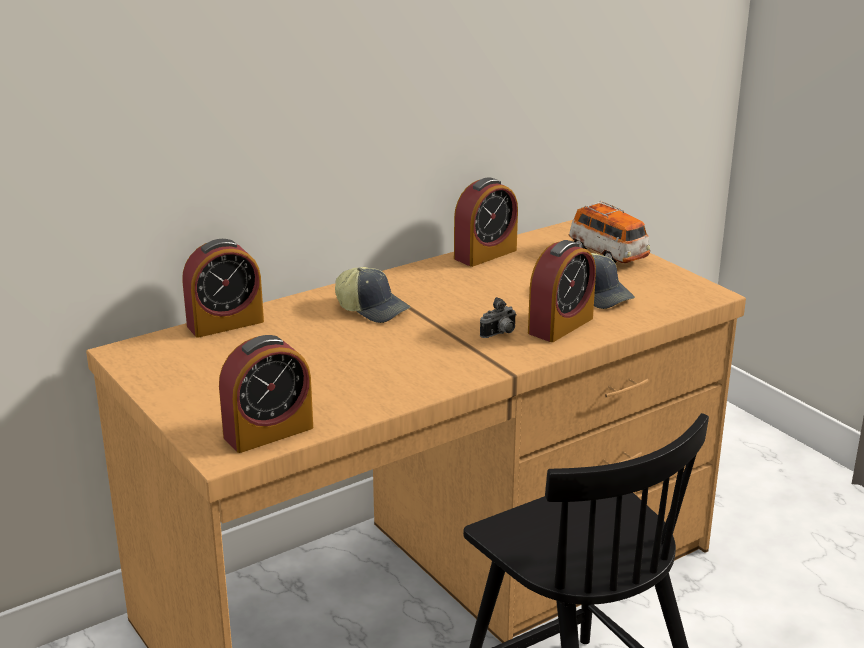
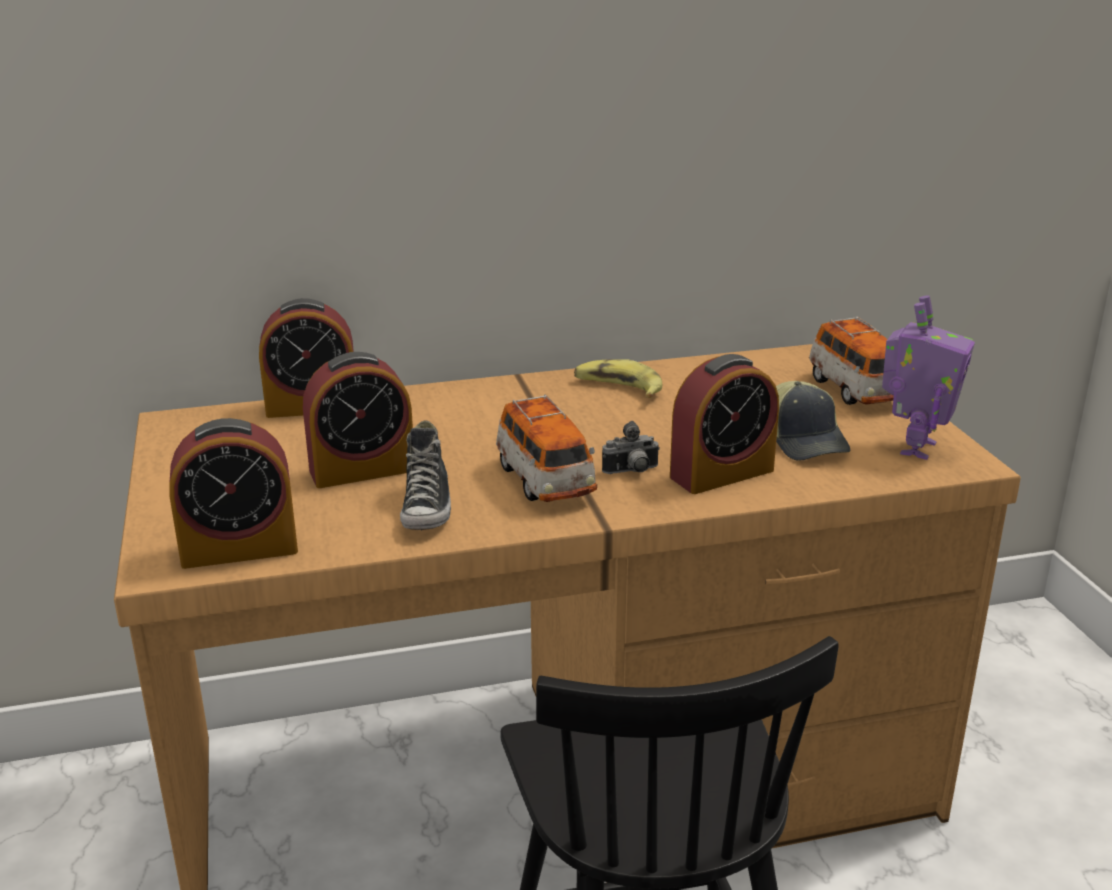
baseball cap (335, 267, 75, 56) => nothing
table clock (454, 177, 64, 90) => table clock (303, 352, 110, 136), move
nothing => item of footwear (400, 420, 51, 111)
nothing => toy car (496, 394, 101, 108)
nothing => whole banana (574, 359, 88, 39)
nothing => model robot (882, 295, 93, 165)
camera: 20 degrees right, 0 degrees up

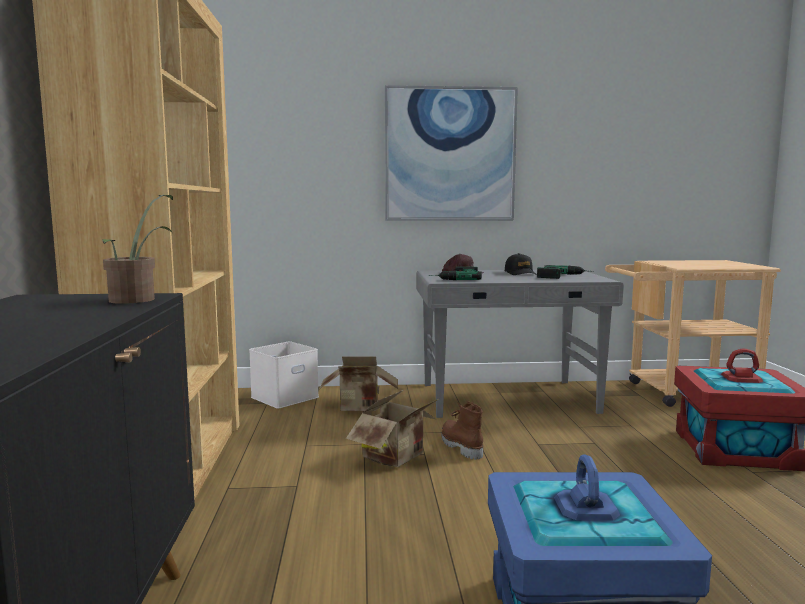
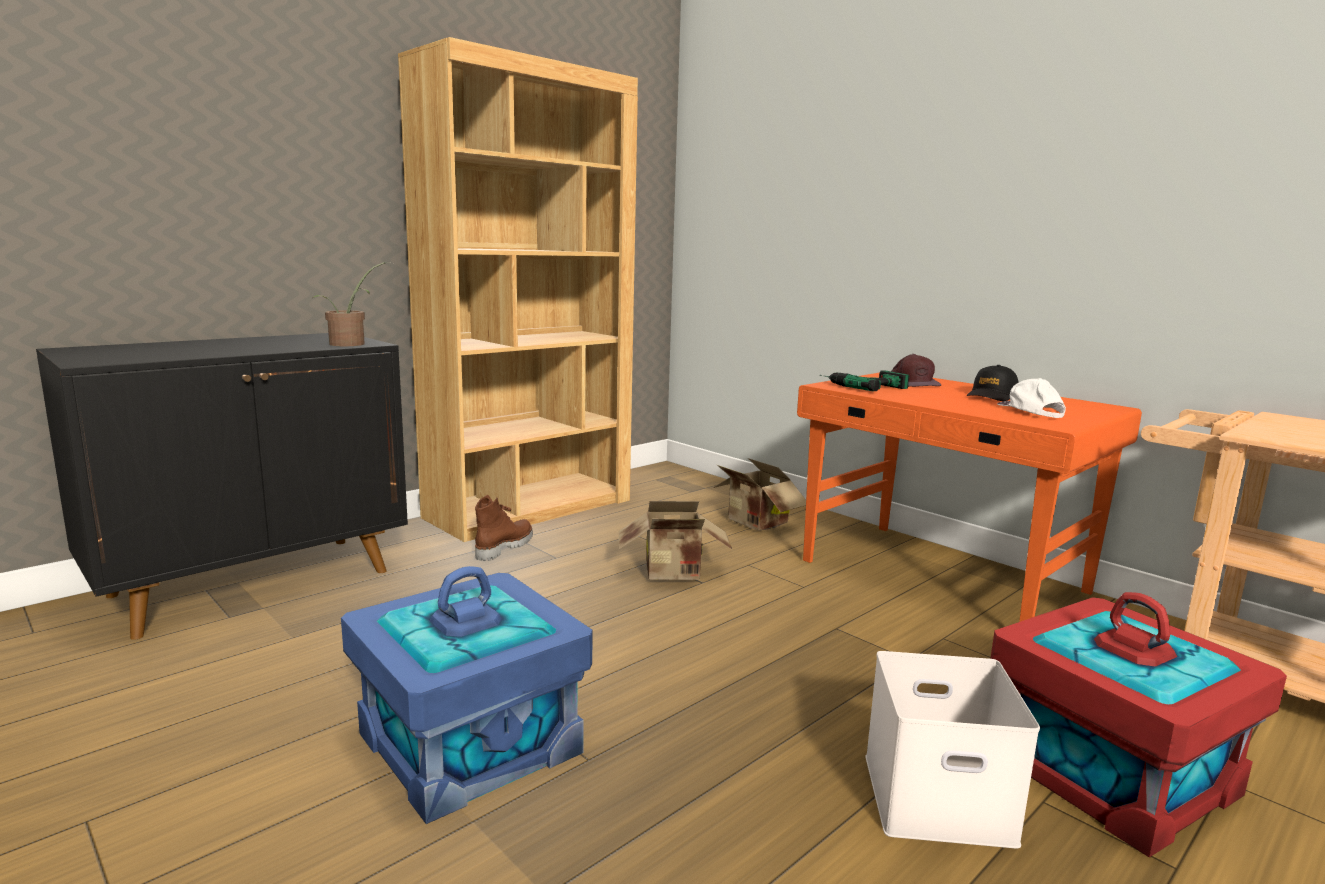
storage box (white) (249, 341, 70, 68) => storage box (white) (866, 651, 174, 197), move
wall picture (385, 85, 133, 136) => nothing
desk (greyish) (416, 270, 208, 148) => desk (orange-coloured) (797, 373, 345, 249)
tall boot (brownish) (441, 401, 42, 59) => tall boot (brownish) (475, 495, 58, 66), move
electric drill (537, 265, 57, 14) => baseball cap (white) (997, 378, 69, 40)
camera: 50 degrees right, 5 degrees up

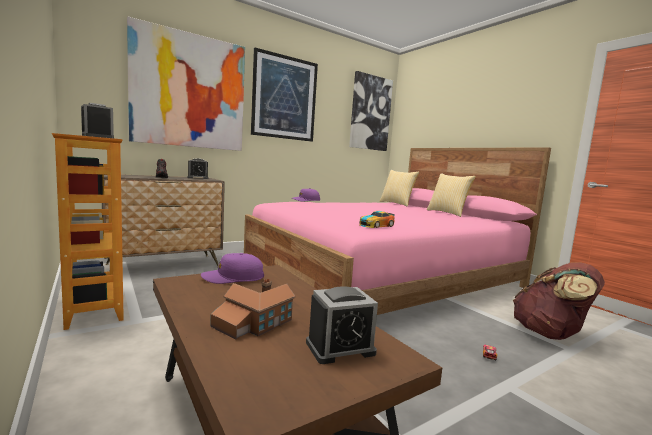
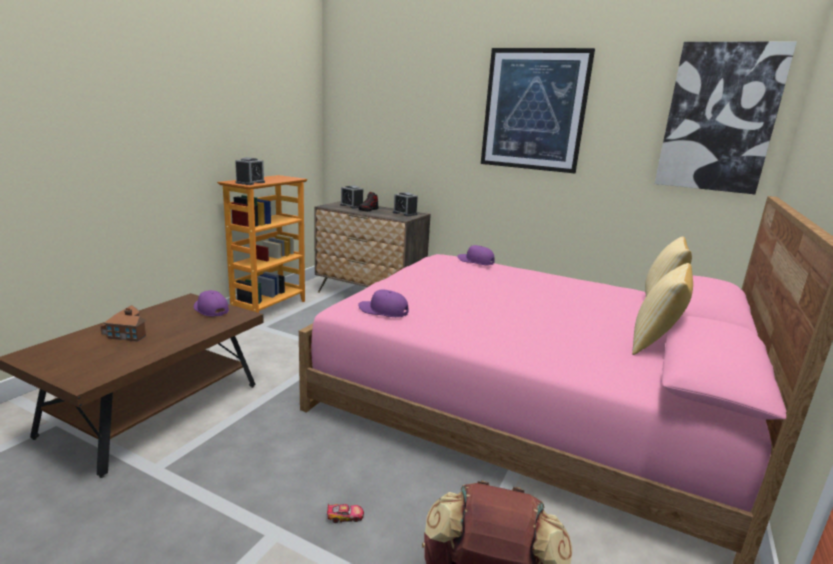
wall picture (127, 16, 118, 135) => nothing
table clock (306, 286, 72, 78) => table clock (340, 185, 23, 23), move
toy car (359, 211, 36, 17) => baseball cap (purple) (358, 289, 51, 28)
camera: 60 degrees right, 10 degrees up

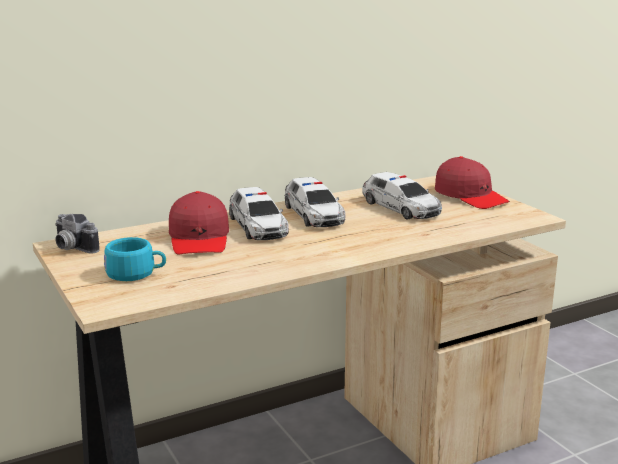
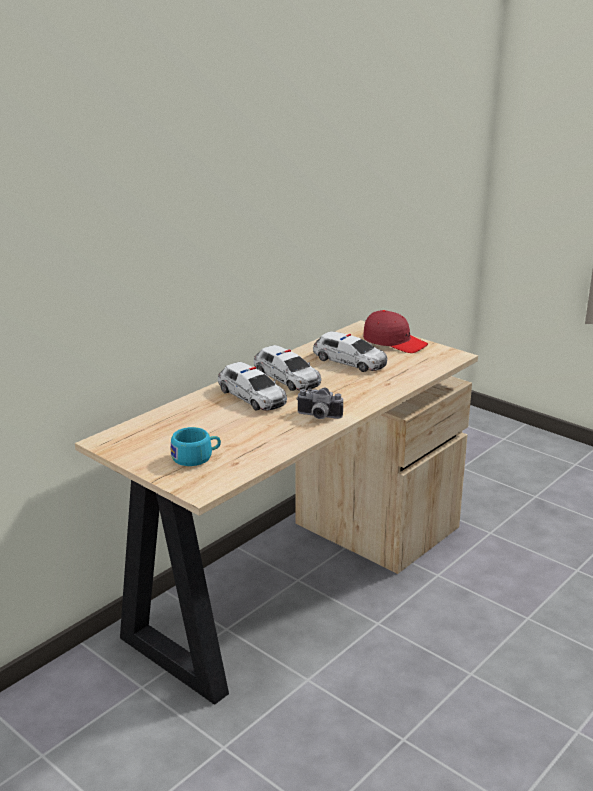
still camera (55, 214, 45, 40) => still camera (296, 387, 47, 32), move
baseball cap (red) (169, 191, 60, 64) => nothing
camera: 20 degrees left, 5 degrees up

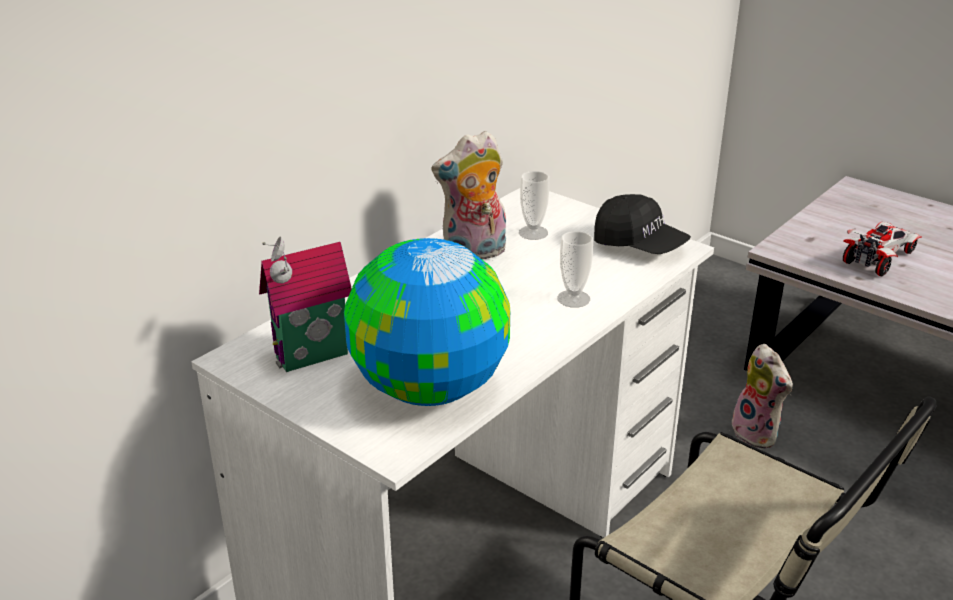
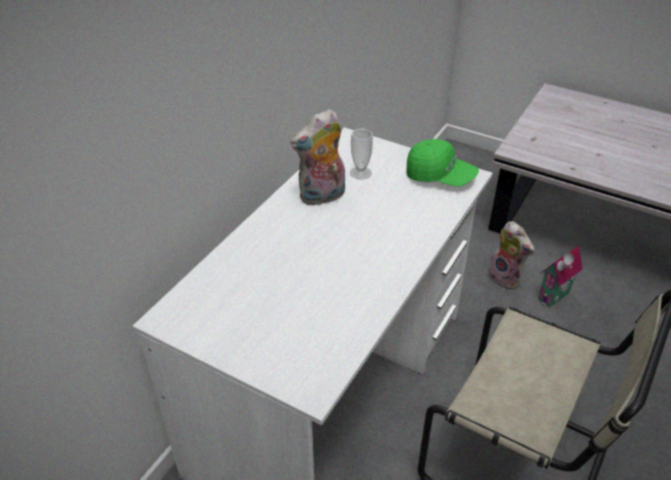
miniature house (259, 237, 93, 135) => miniature house (538, 246, 45, 61), move
globe (344, 238, 166, 168) => nothing
cup (557, 231, 36, 77) => nothing
baseball cap (blackish) (594, 194, 97, 60) => baseball cap (green-coloured) (406, 139, 73, 48)
toy car (843, 222, 78, 54) => nothing
camera: 10 degrees left, 10 degrees up

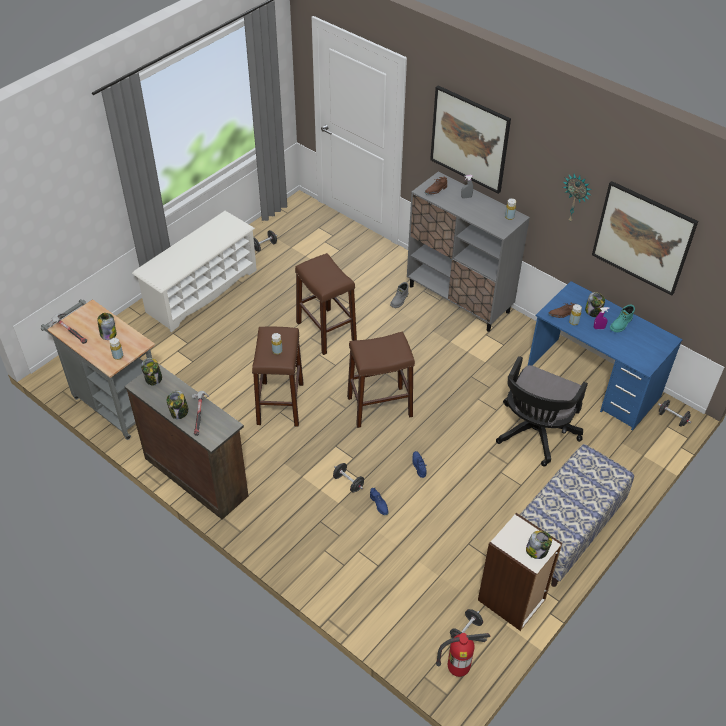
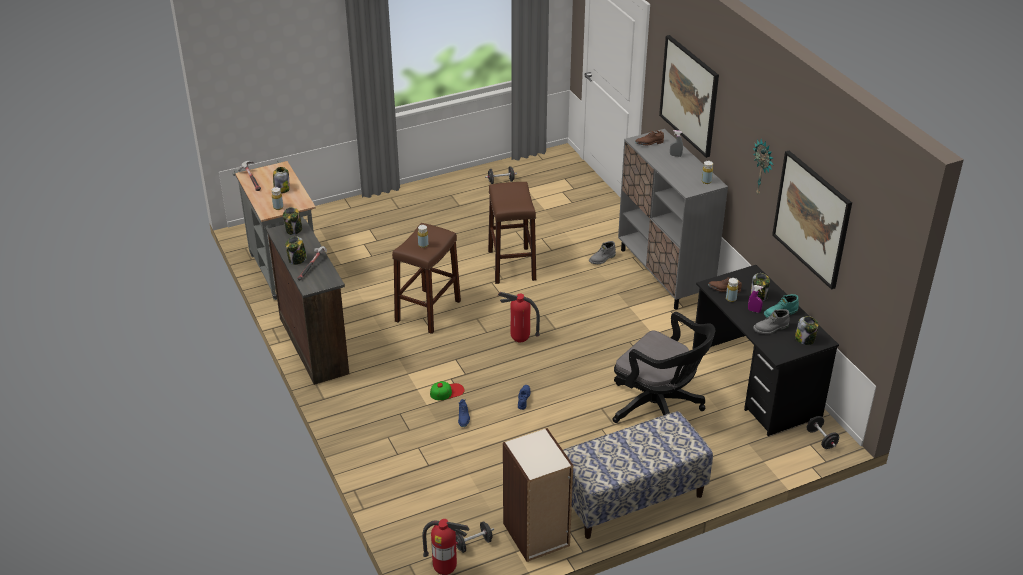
shoe shelf (white) (132, 211, 125, 121) => nothing
free weight (blackish) (333, 463, 31, 30) => baseball cap (430, 381, 35, 19)
sitting stool (brownish) (347, 331, 68, 97) => extinguisher (498, 292, 42, 50)
desk chair (blackish) (496, 356, 92, 111) => desk chair (blackish) (613, 312, 102, 111), 105 degrees counterclockwise
preserve jar (526, 531, 26, 28) => preserve jar (795, 316, 24, 29), move
desk (blue-coloured) (528, 281, 155, 150) => desk (blackish) (693, 265, 146, 171)
nothing => tall boot (greyish) (753, 309, 37, 25)
camera: 25 degrees right, 10 degrees down

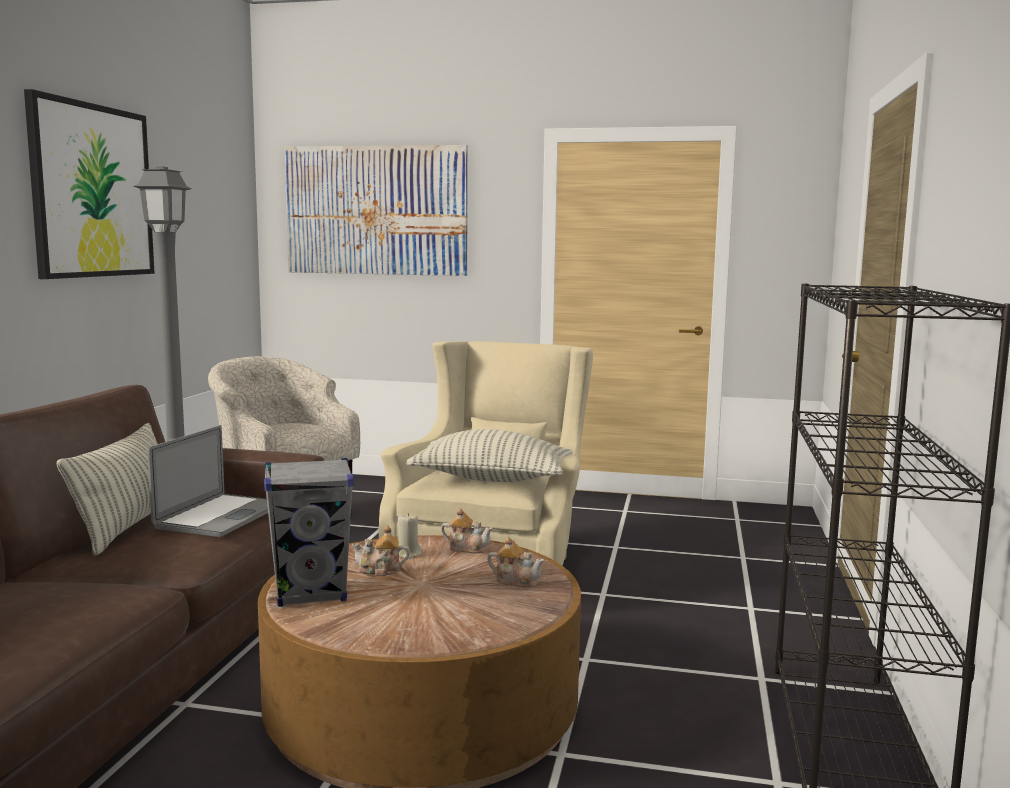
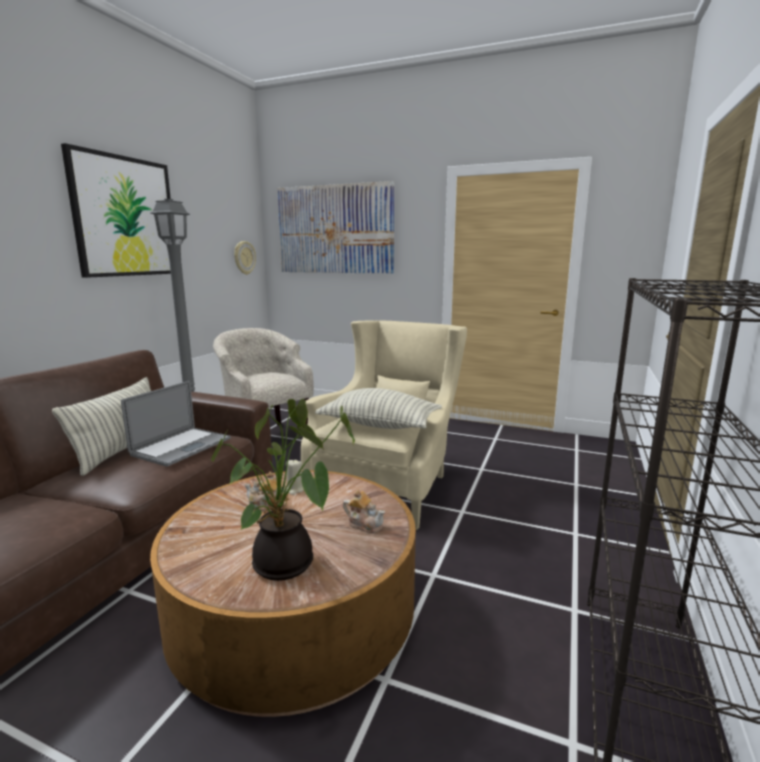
loudspeaker (greyish) (264, 458, 90, 149) => nothing
teapot (441, 508, 52, 46) => nothing
nothing => plant in a pot (211, 399, 144, 182)
nothing => wall clock (234, 241, 22, 34)
camera: 10 degrees right, 5 degrees up

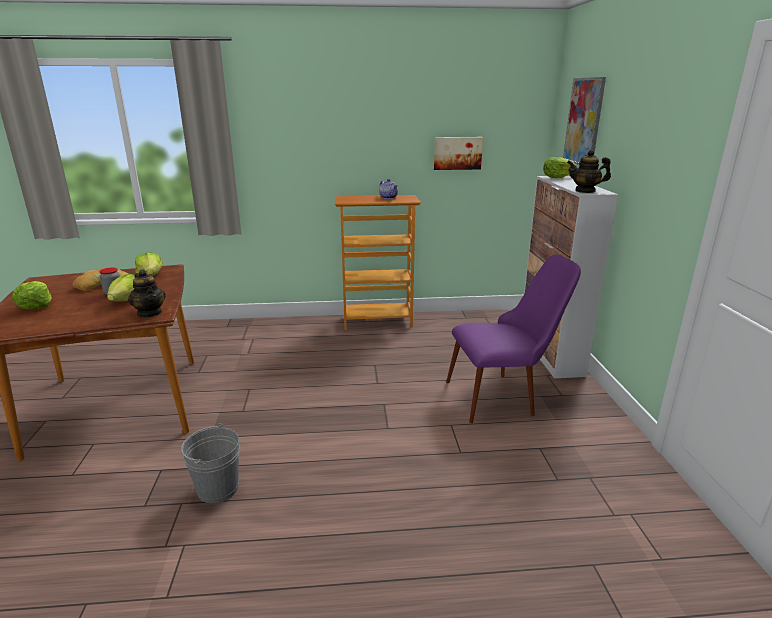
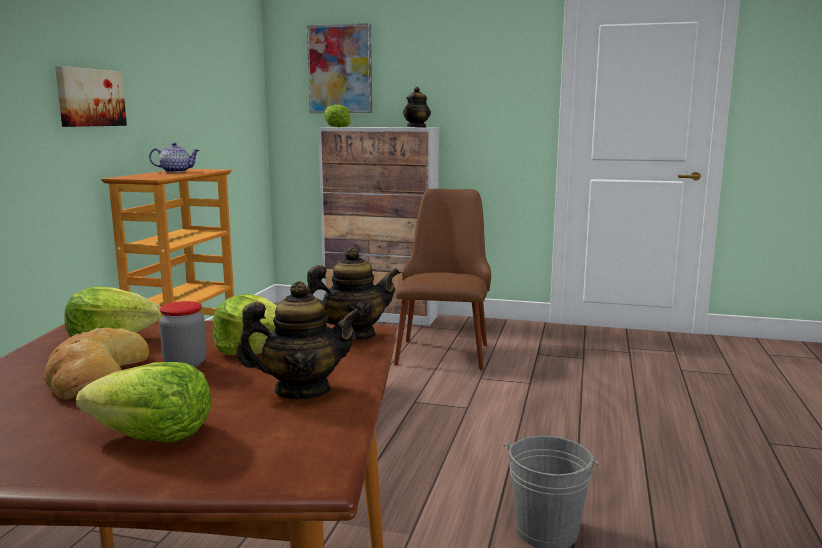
wall picture (434, 137, 49, 33) => wall picture (55, 66, 72, 61), move
upright chair (purple) (446, 255, 135, 168) => upright chair (brownish) (394, 189, 97, 181)
nothing => teapot (236, 281, 126, 118)
camera: 70 degrees left, 10 degrees down

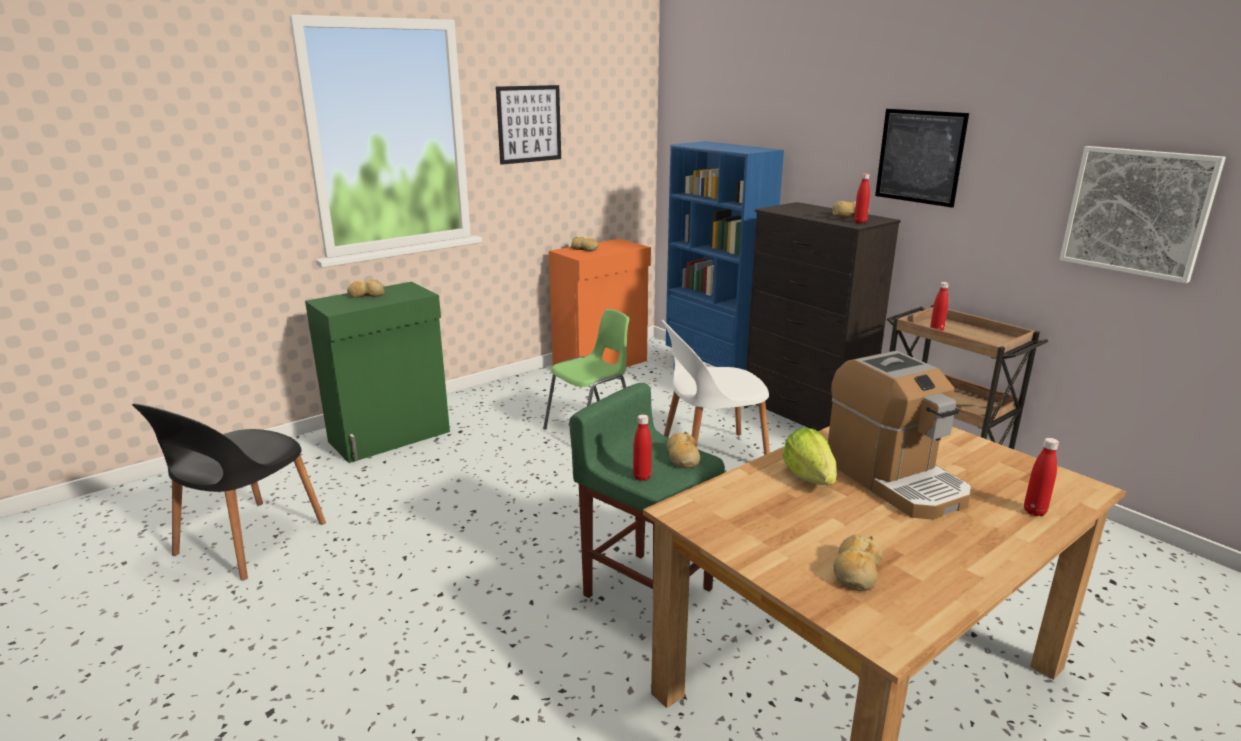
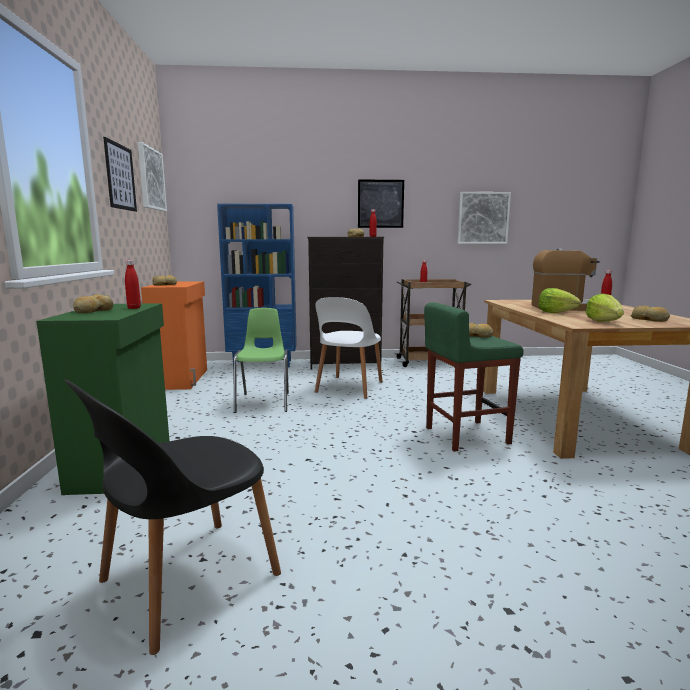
upright chair (blackish) (132, 404, 194, 177) => upright chair (blackish) (64, 380, 217, 275), 75 degrees clockwise
bottle (red) (633, 414, 19, 67) => bottle (red) (125, 260, 16, 49), move
nothing => wall picture (138, 142, 29, 69)
nothing => lettuce (586, 293, 38, 29)
camera: 55 degrees left, 10 degrees down

